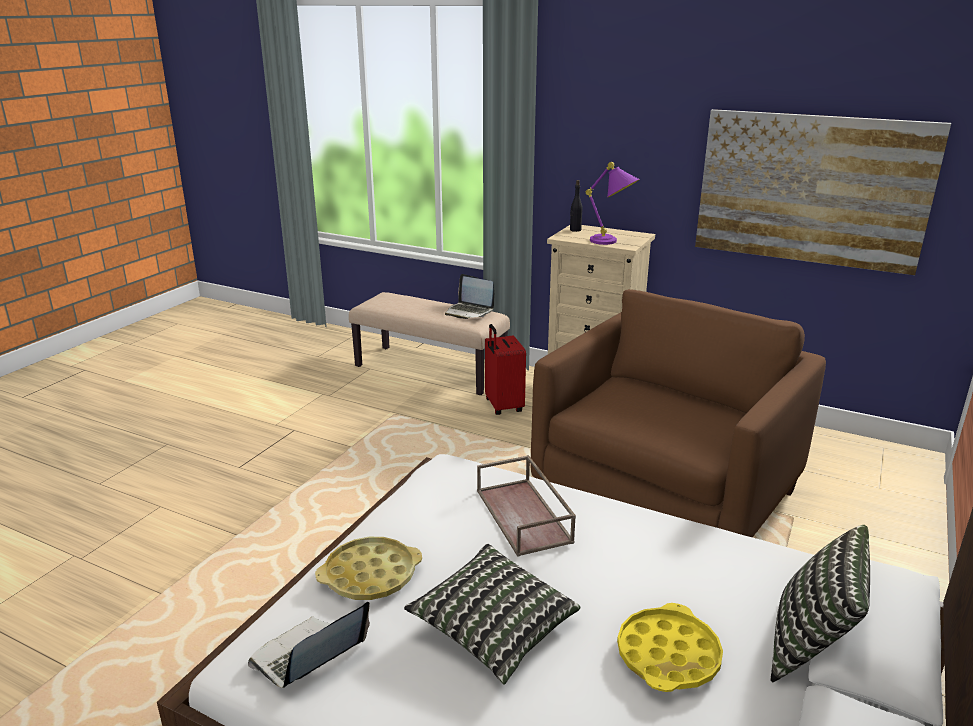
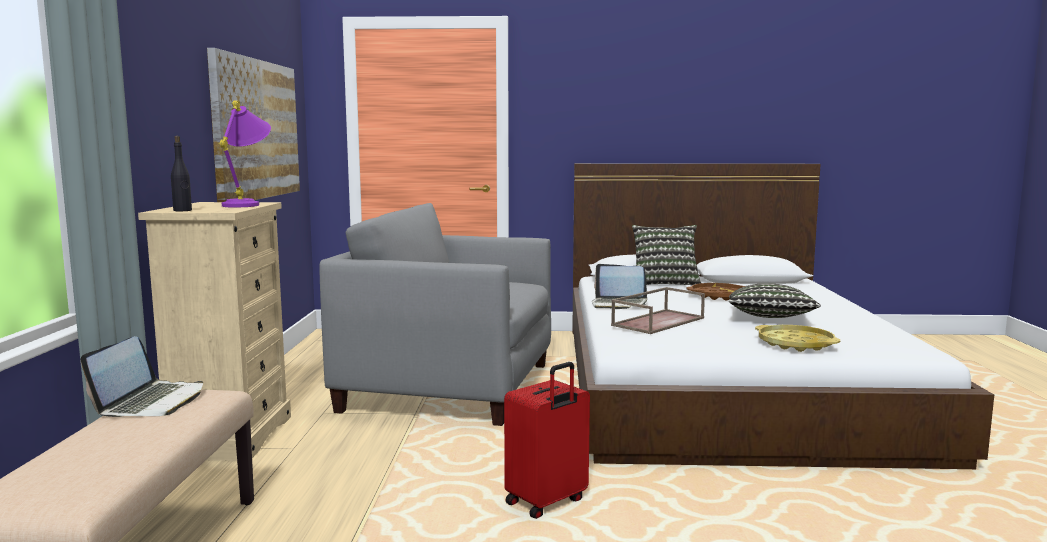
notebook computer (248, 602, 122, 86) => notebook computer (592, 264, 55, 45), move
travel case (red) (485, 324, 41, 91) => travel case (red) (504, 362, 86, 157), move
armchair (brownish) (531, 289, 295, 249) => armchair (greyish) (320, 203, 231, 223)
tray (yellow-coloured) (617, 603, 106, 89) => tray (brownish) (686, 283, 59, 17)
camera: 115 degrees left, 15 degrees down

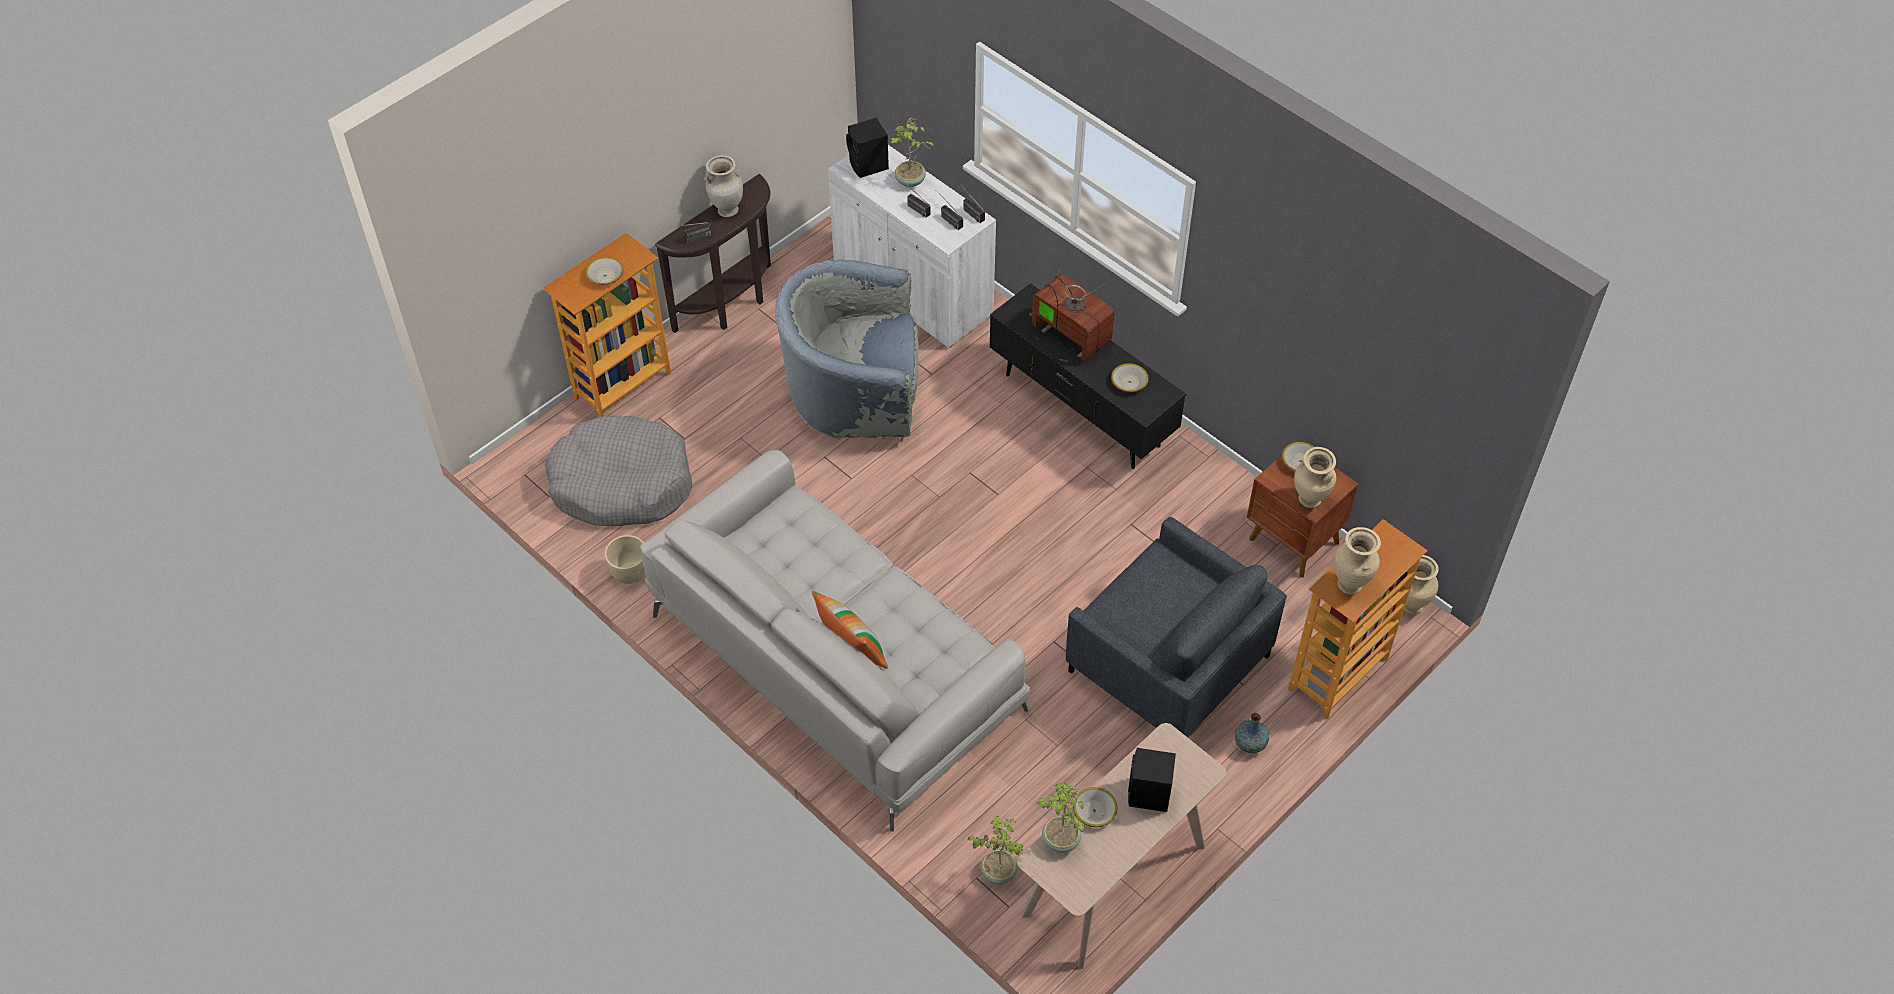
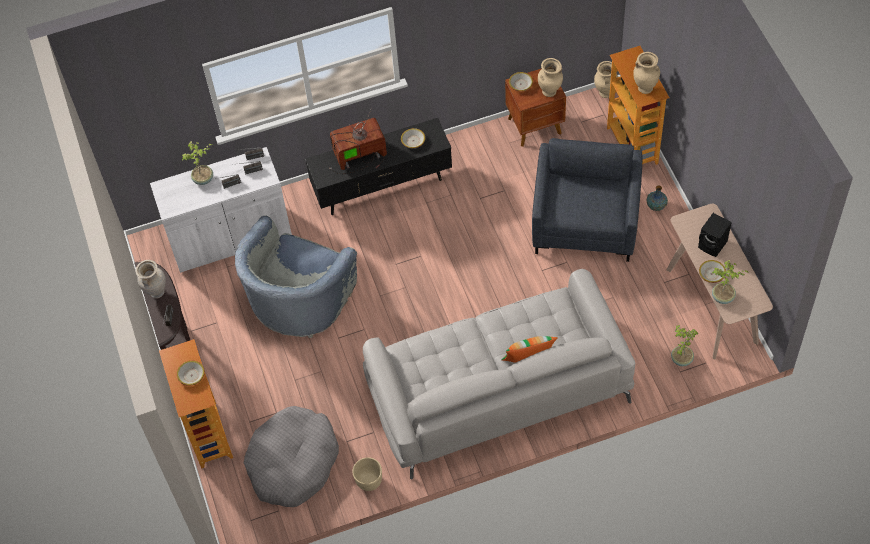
loudspeaker (blackish) (846, 118, 43, 60) => nothing
armchair (greyish) (1066, 517, 221, 220) => armchair (greyish) (532, 138, 110, 124), 60 degrees counterclockwise
camera: 60 degrees left, 5 degrees up

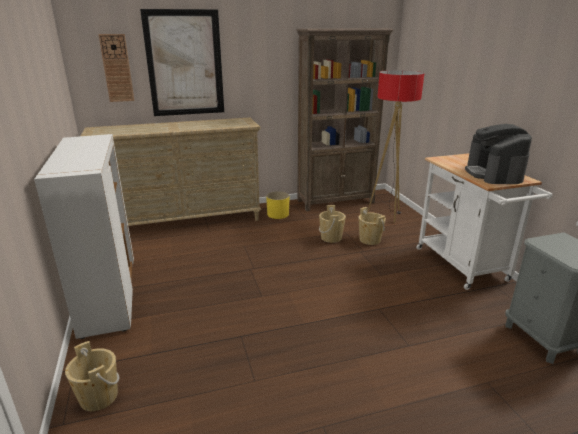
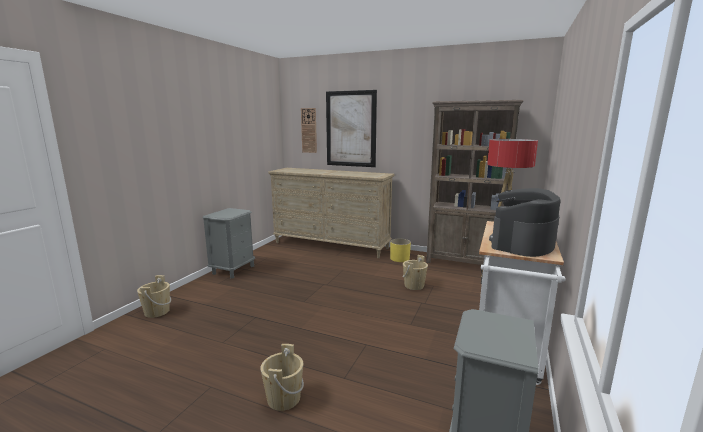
storage cabinet (white) (34, 134, 100, 205) => nightstand (greyish) (202, 208, 53, 71)
bucket (sand-coloured) (358, 207, 28, 38) => bucket (sand-coloured) (260, 344, 44, 67), move
camera: 40 degrees right, 10 degrees down

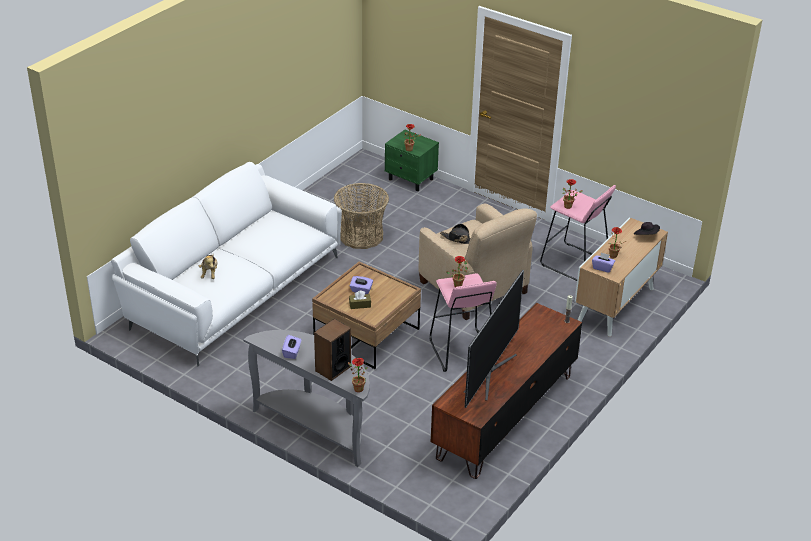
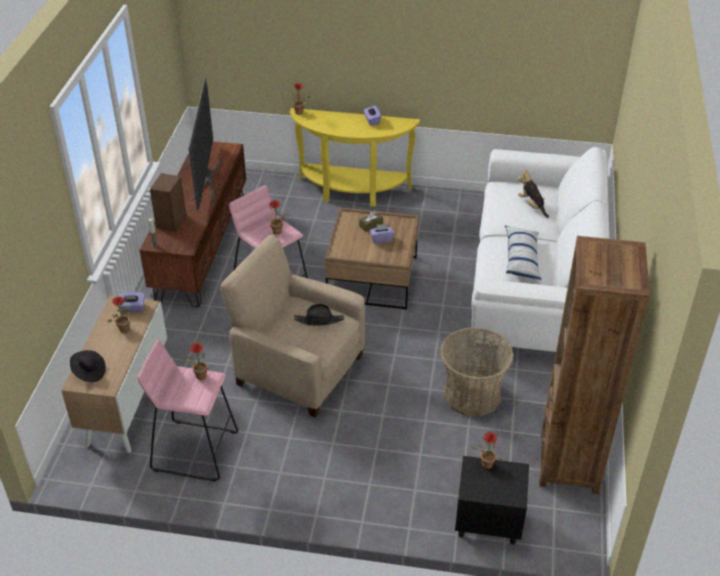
narrow table (greyish) (243, 330, 127, 137) => narrow table (yellow-coloured) (290, 108, 130, 99)
loudspeaker (314, 319, 37, 62) => loudspeaker (150, 173, 36, 58), move
nightstand (green-coloured) (385, 130, 54, 61) => nightstand (blackish) (455, 456, 74, 89)
nothing => throw pillow (505, 226, 37, 54)
nothing => shelving unit (brownish) (539, 236, 110, 258)
camera: 155 degrees right, 5 degrees up

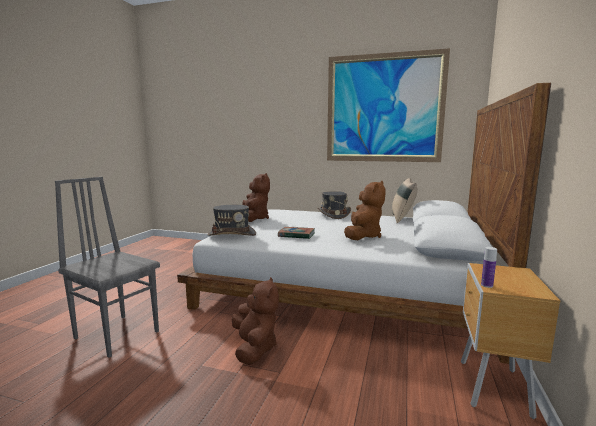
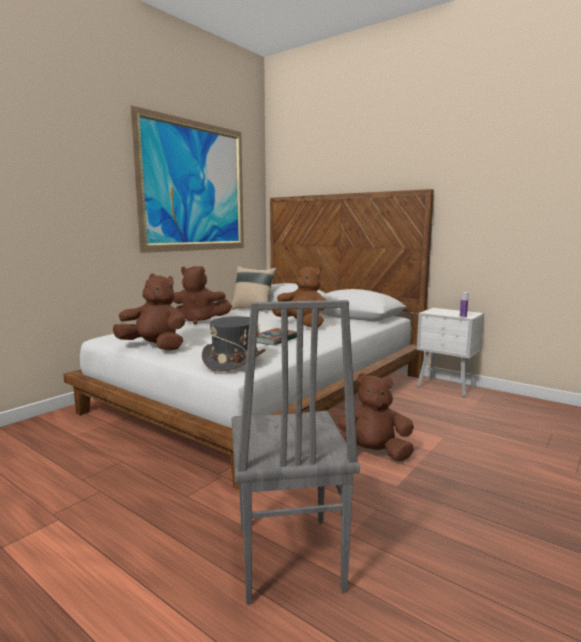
upright chair (greyish) (55, 177, 105, 181) => upright chair (greyish) (232, 300, 128, 305), 60 degrees counterclockwise
hat (greyish) (318, 191, 33, 28) => plush toy (brownish) (174, 266, 58, 58)
nightstand (brownish) (461, 263, 99, 156) => nightstand (white) (417, 308, 67, 89)
camera: 70 degrees left, 0 degrees up

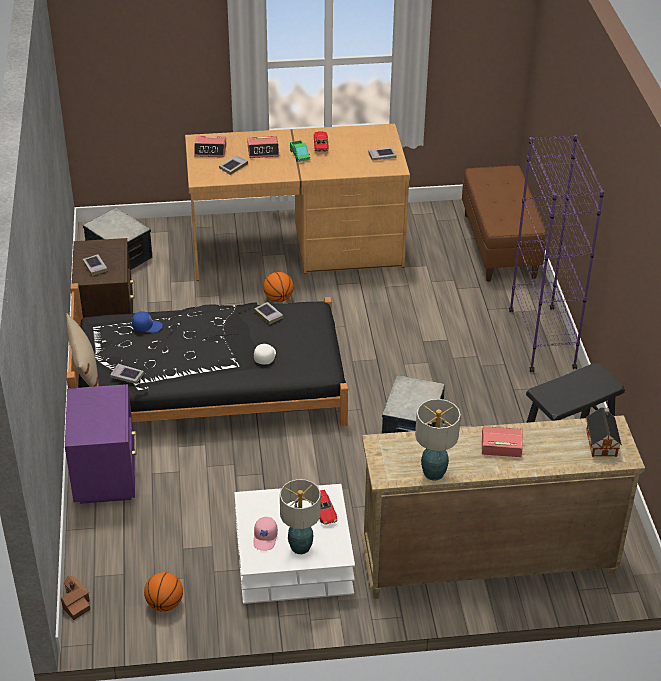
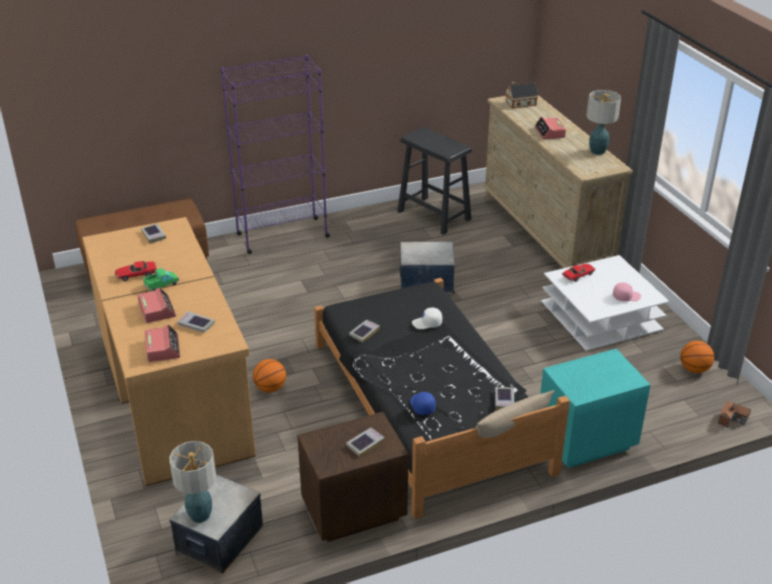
nightstand (purple) (65, 384, 72, 120) => nightstand (blue-green) (540, 349, 111, 119)
lamp for a table (280, 479, 41, 75) => lamp for a table (169, 441, 47, 82), move
camera: 105 degrees left, 5 degrees down

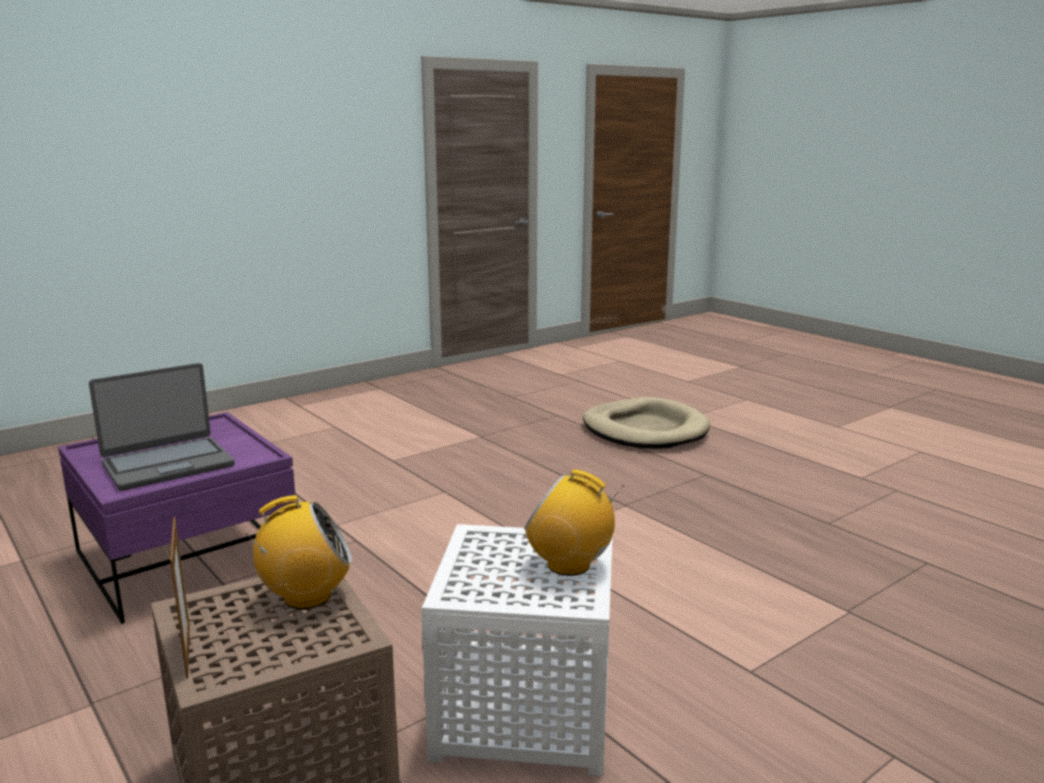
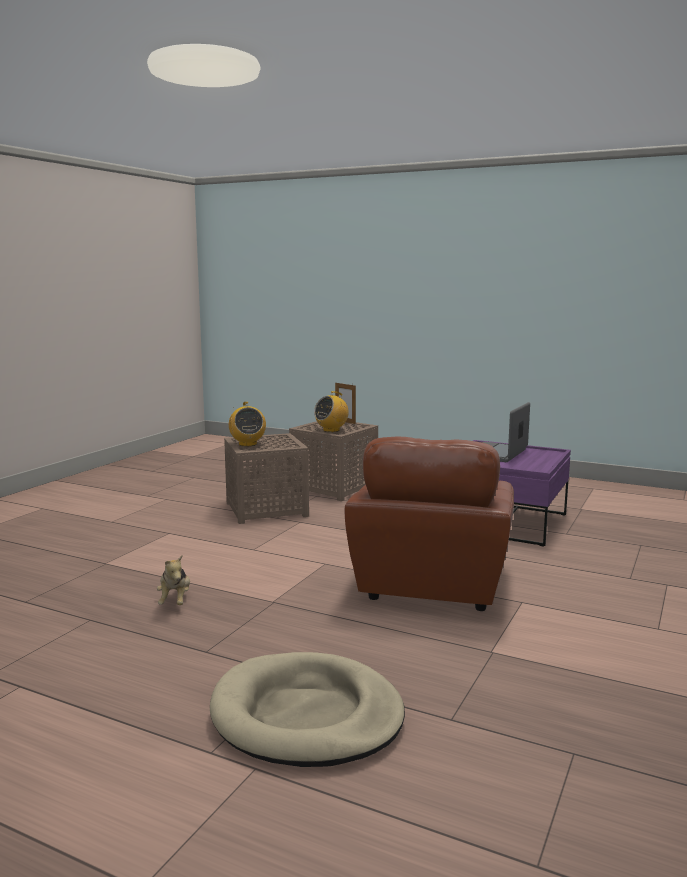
end table (white) (421, 524, 192, 252) => end table (brownish) (224, 433, 85, 91)
radio set (524, 469, 100, 107) => radio set (229, 402, 37, 44), 75 degrees clockwise
nothing => plush toy (157, 555, 33, 50)
nothing => armchair (brownish) (345, 436, 169, 175)
camera: 155 degrees right, 5 degrees down

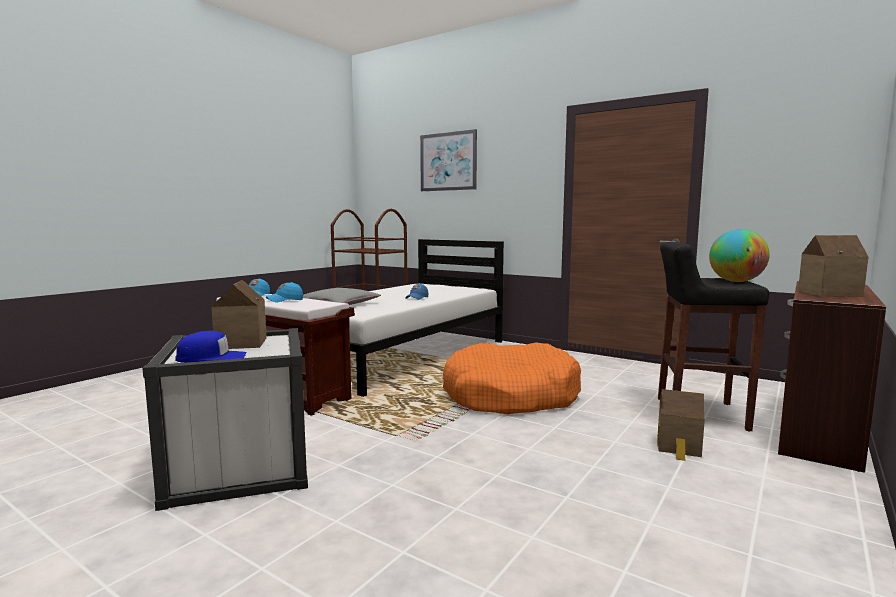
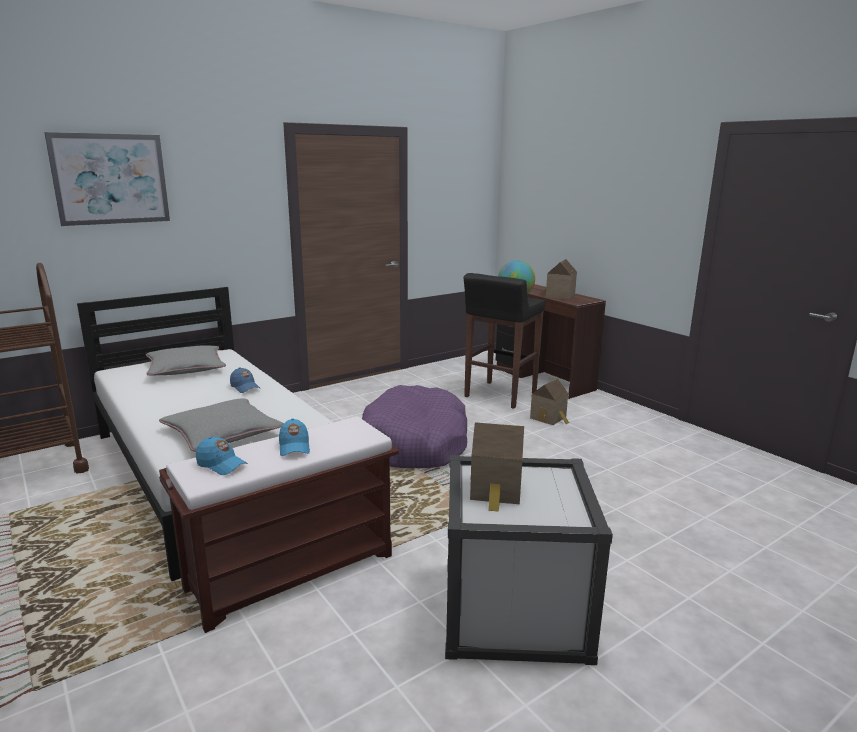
baseball cap (blue-coloured) (175, 331, 72, 31) => nothing
dog cushion (orange-coloured) (443, 342, 138, 72) => dog cushion (purple) (362, 385, 105, 84)
nothing => throw pillow (greyish) (146, 346, 80, 29)
camera: 70 degrees left, 10 degrees up

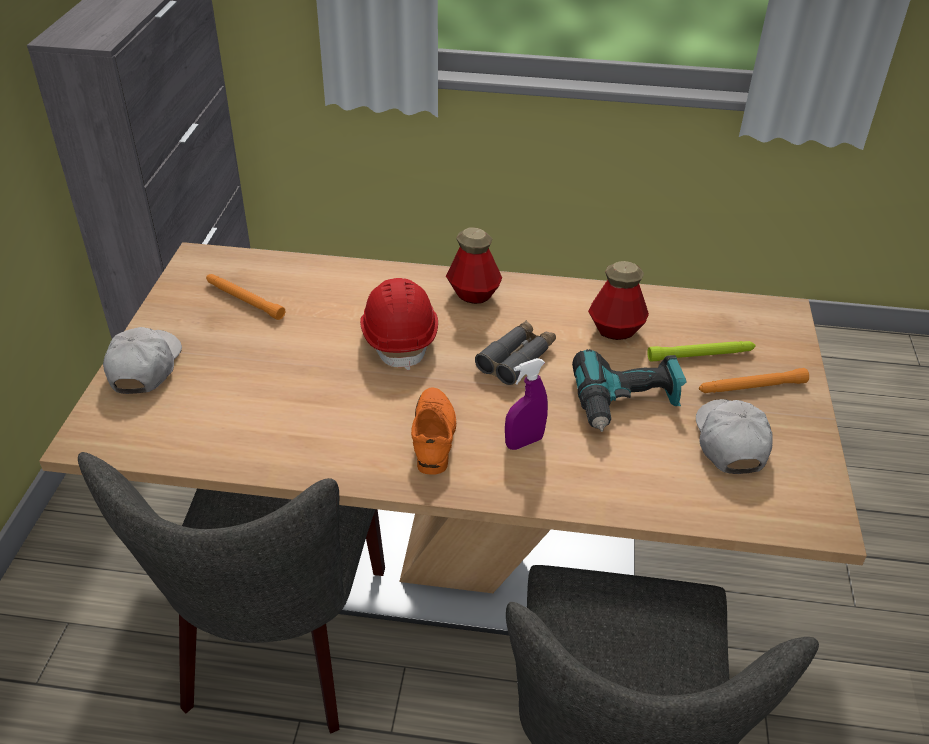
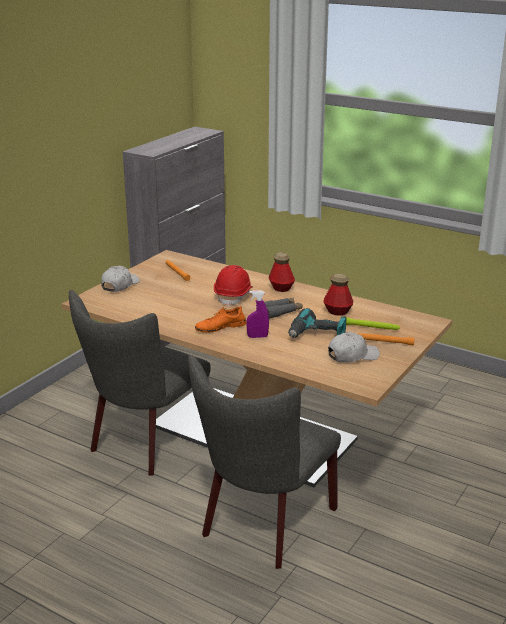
item of footwear (orange-coloured) (411, 388, 45, 87) => item of footwear (orange-coloured) (195, 306, 51, 27), 135 degrees counterclockwise
baseball cap (white) (696, 399, 77, 75) => baseball cap (white) (328, 332, 52, 30), 45 degrees clockwise
camera: 25 degrees right, 15 degrees down

